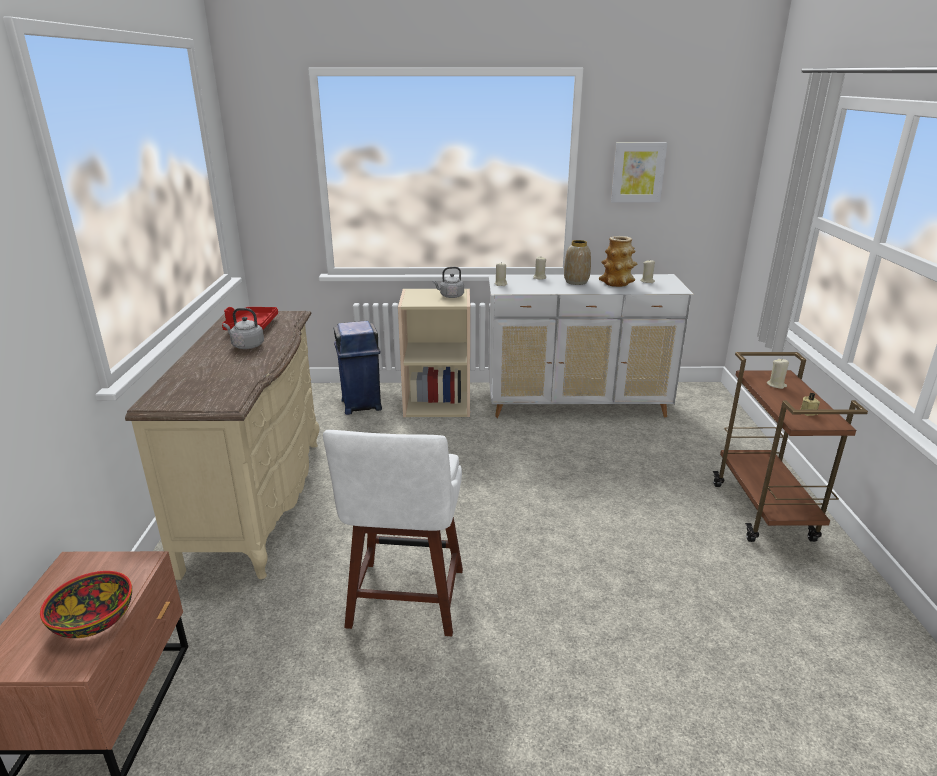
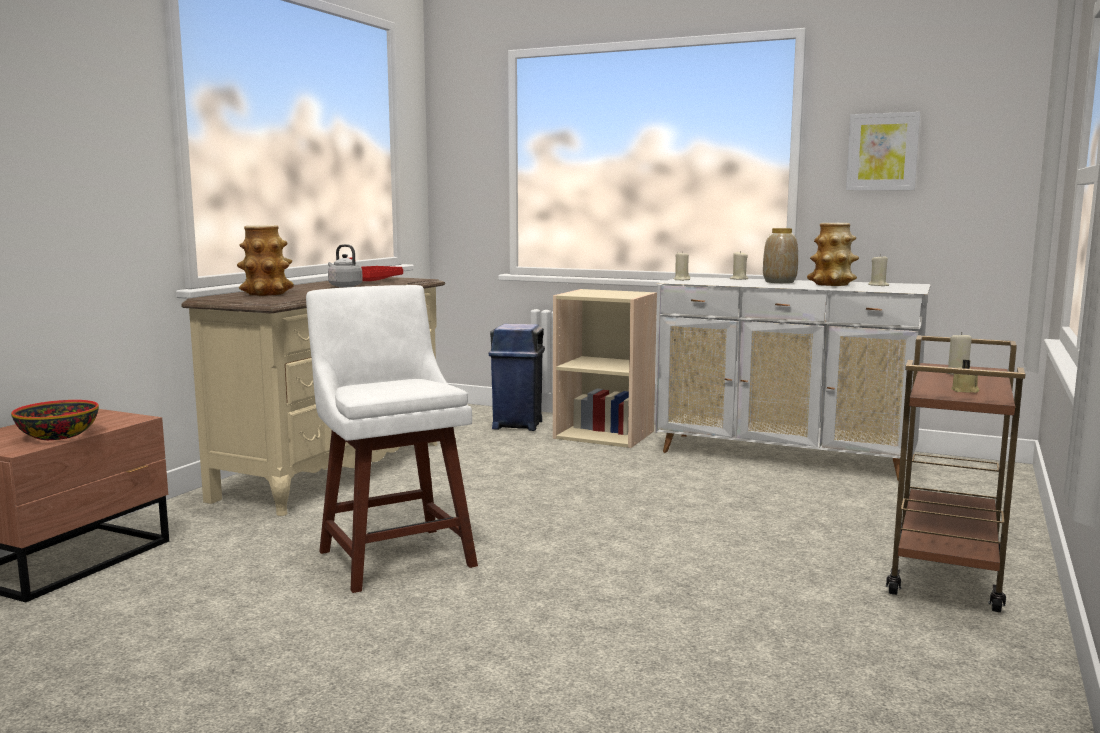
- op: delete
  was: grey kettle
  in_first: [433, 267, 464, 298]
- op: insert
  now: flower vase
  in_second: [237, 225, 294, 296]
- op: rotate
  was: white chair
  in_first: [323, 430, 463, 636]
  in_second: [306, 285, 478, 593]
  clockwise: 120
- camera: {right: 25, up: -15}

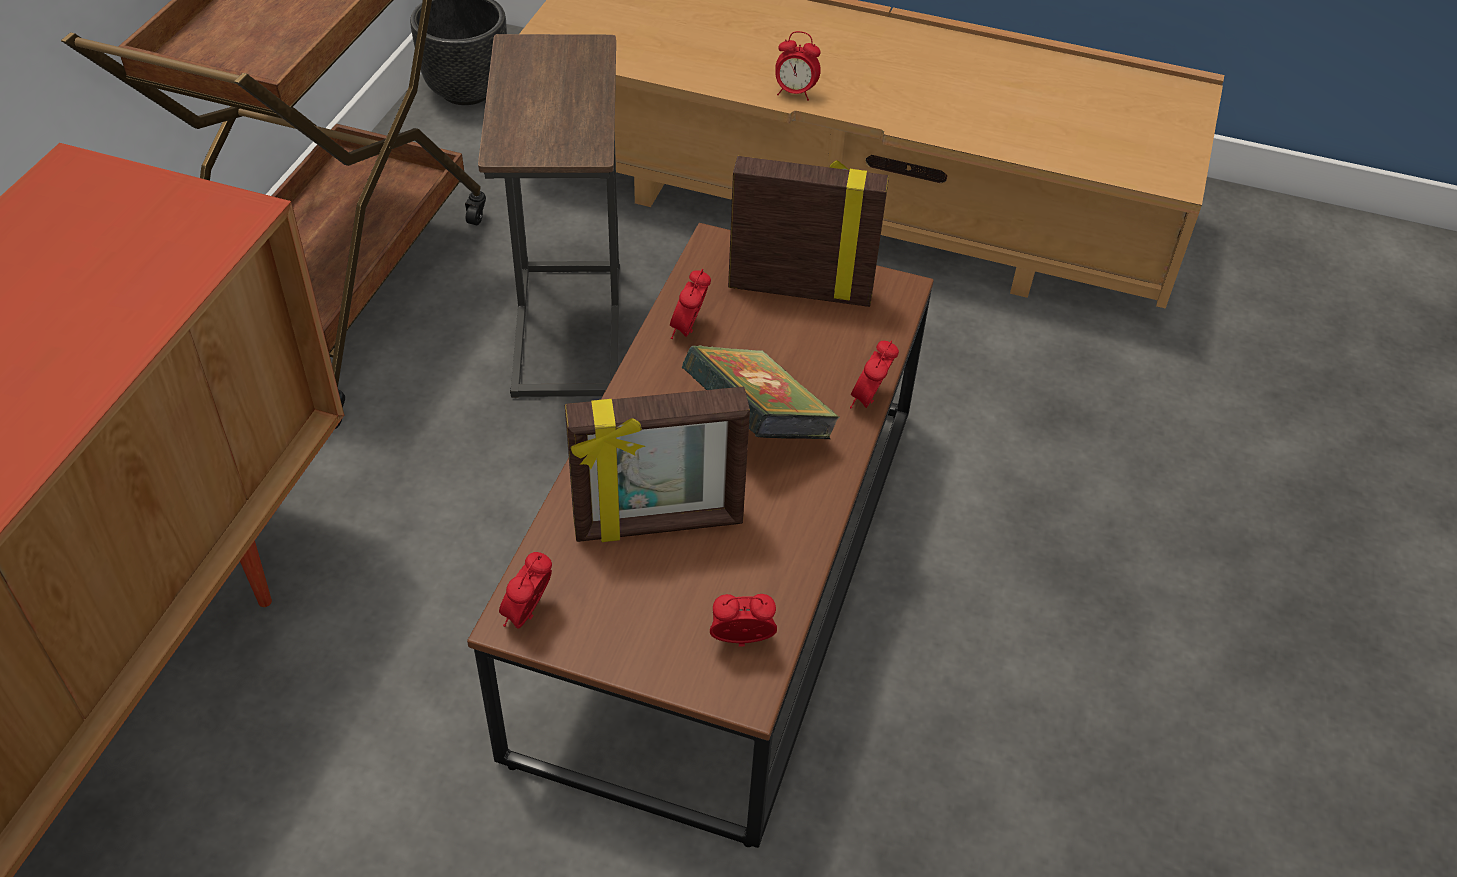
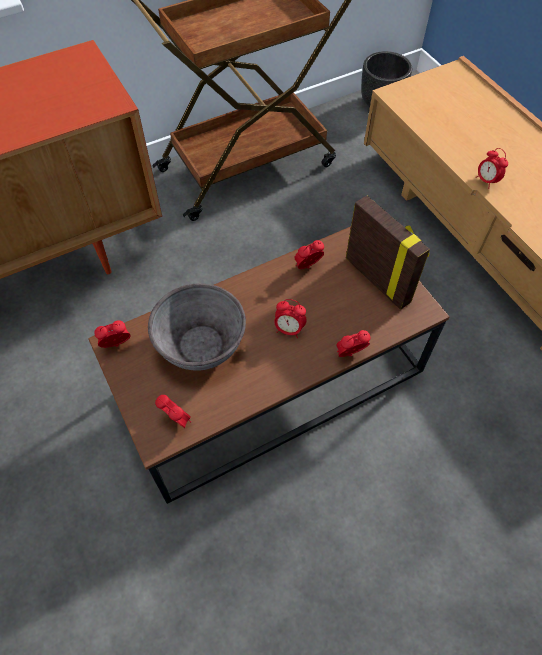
- op: delete
  was: brown-coloured accent table
  in_first: [478, 34, 620, 398]
- op: replace
  was: standing frame
  now: grey bowl
  in_first: [565, 387, 750, 542]
  in_second: [148, 283, 246, 371]
- op: replace
  was: bound book
  now: alarm clock
  in_first: [682, 345, 840, 439]
  in_second: [274, 299, 307, 338]
- camera: {right: 45, up: 10}

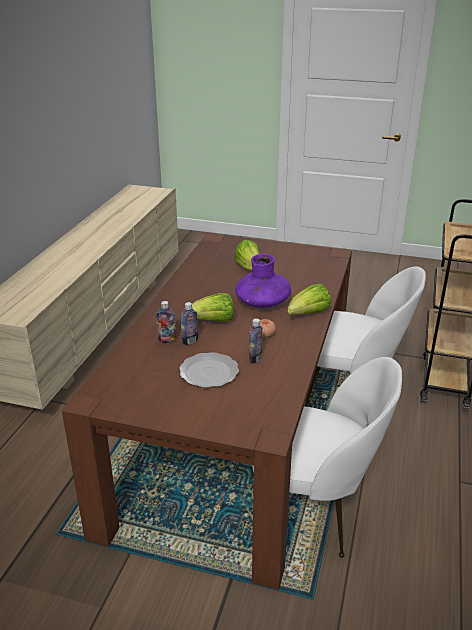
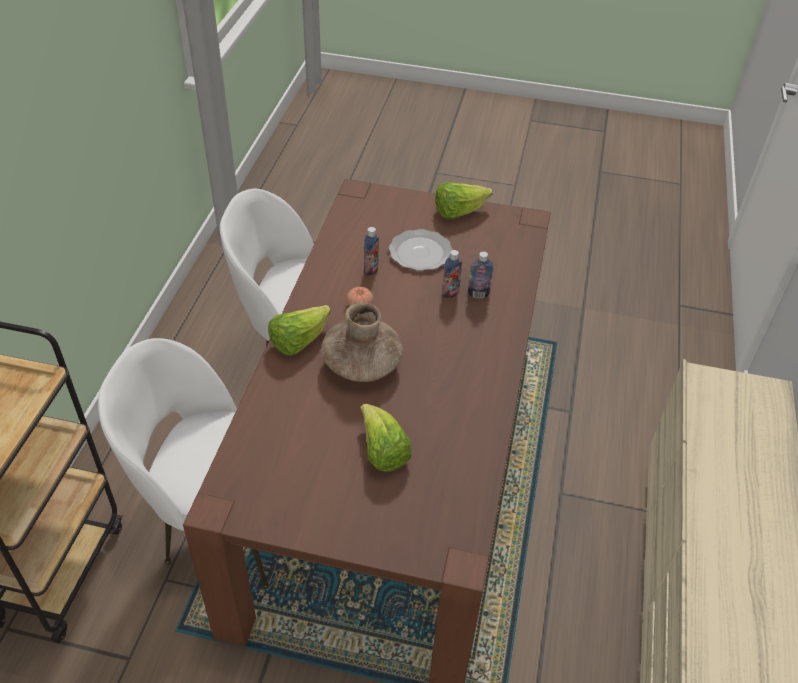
- op: move
  was: lettuce
  in_first: [192, 293, 234, 322]
  in_second: [435, 182, 493, 219]
- op: recolor
  was: purple-coloured flower vase
  now: brown-coloured flower vase
  in_first: [235, 253, 291, 308]
  in_second: [321, 303, 403, 382]
- camera: {right: 175, up: 15}

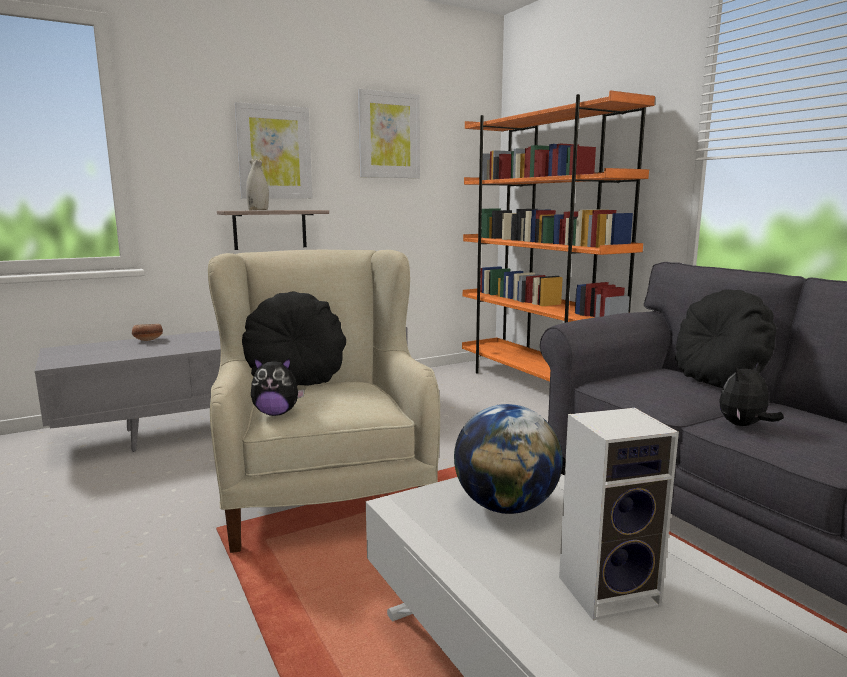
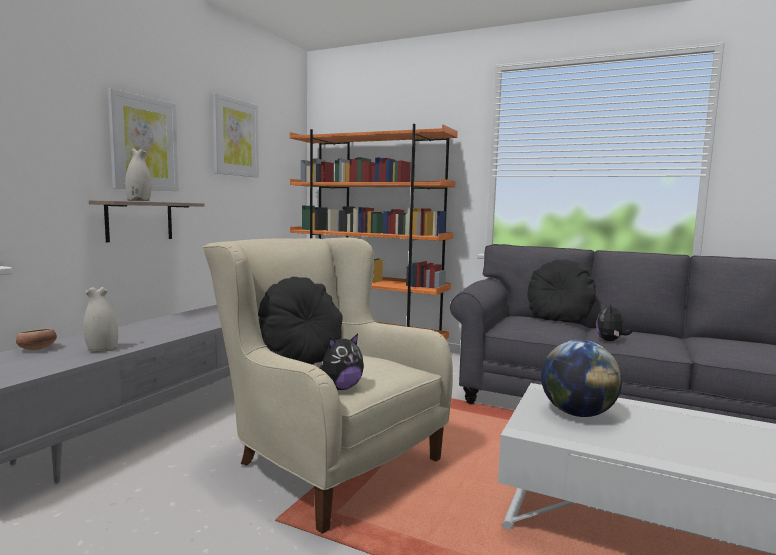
- op: delete
  was: loudspeaker
  in_first: [559, 408, 679, 620]
- op: insert
  now: white flower vase
  in_second: [83, 287, 118, 352]
- camera: {right: -35, up: -5}

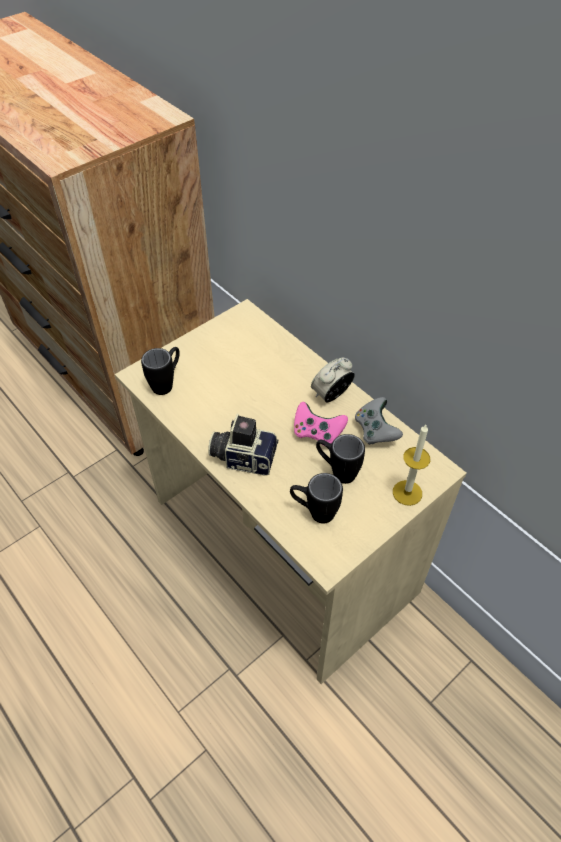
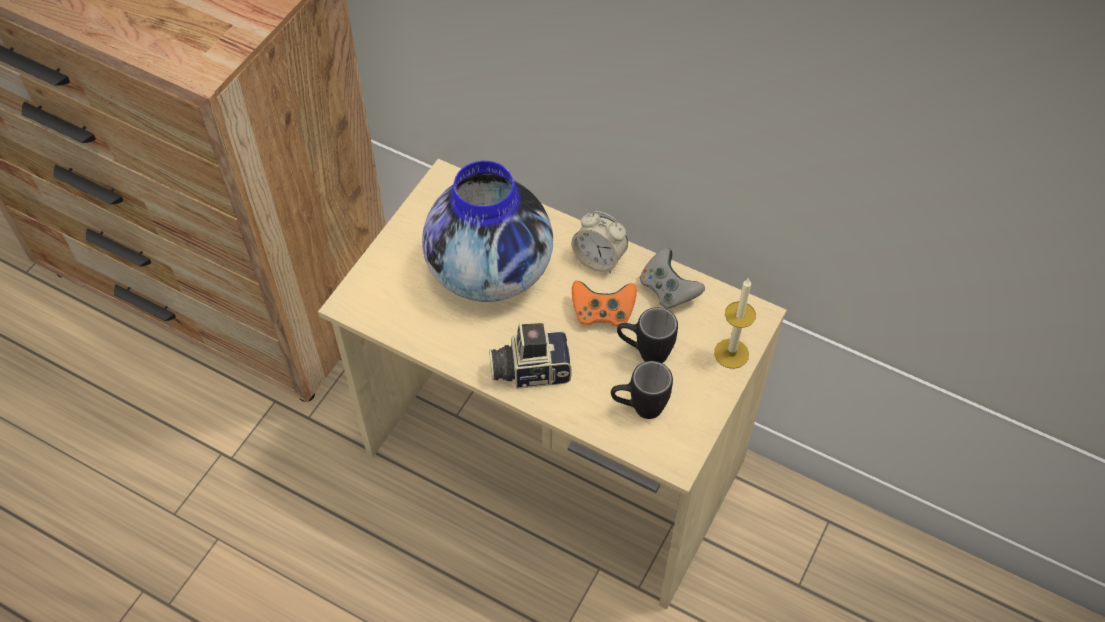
- op: delete
  was: blackish mug
  in_first: [141, 347, 180, 395]
- op: insert
  now: flower vase
  in_second: [422, 161, 553, 302]
- op: recolor
  was: pinkish gamepad
  now: orange gamepad
  in_first: [294, 402, 348, 447]
  in_second: [572, 281, 637, 327]
- op: rotate
  was: alarm clock
  in_first: [311, 357, 355, 402]
  in_second: [571, 211, 628, 273]
  clockwise: -90
- camera: {right: -20, up: 5}

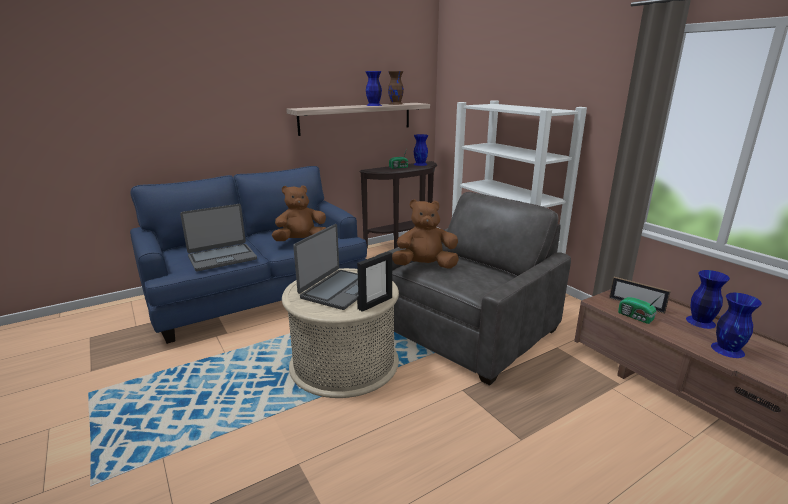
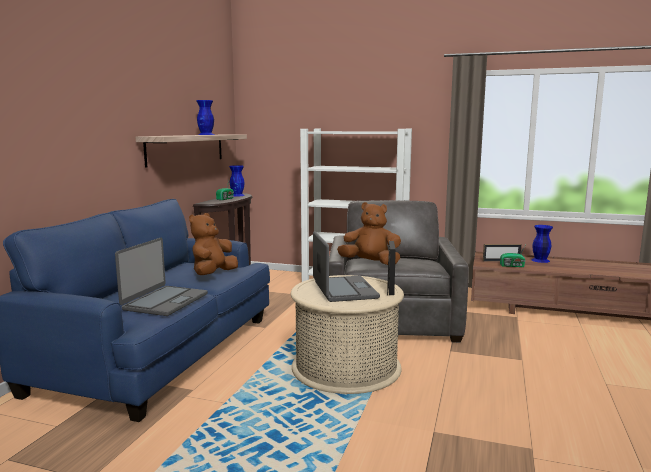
- op: delete
  was: brown-coloured flower vase
  in_first: [388, 71, 404, 105]
- op: delete
  was: blue-coloured flower vase
  in_first: [711, 293, 762, 358]
- op: rotate
  was: brown-coloured soft toy
  in_first: [392, 199, 459, 269]
  in_second: [337, 202, 401, 265]
  clockwise: 60
- camera: {right: -40, up: -10}

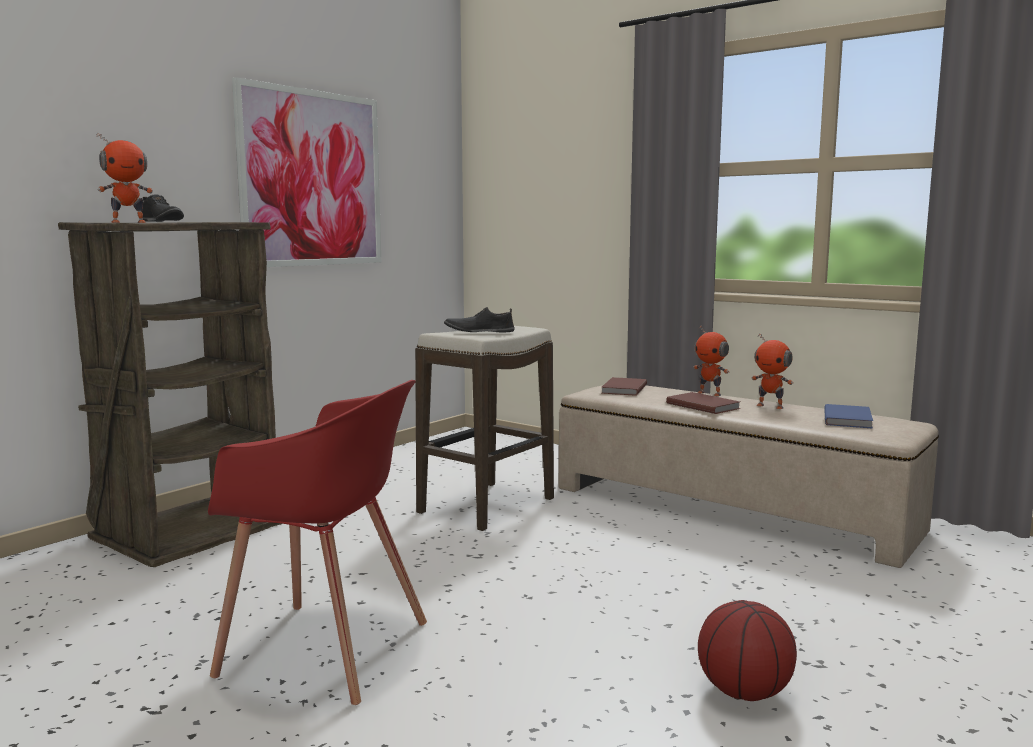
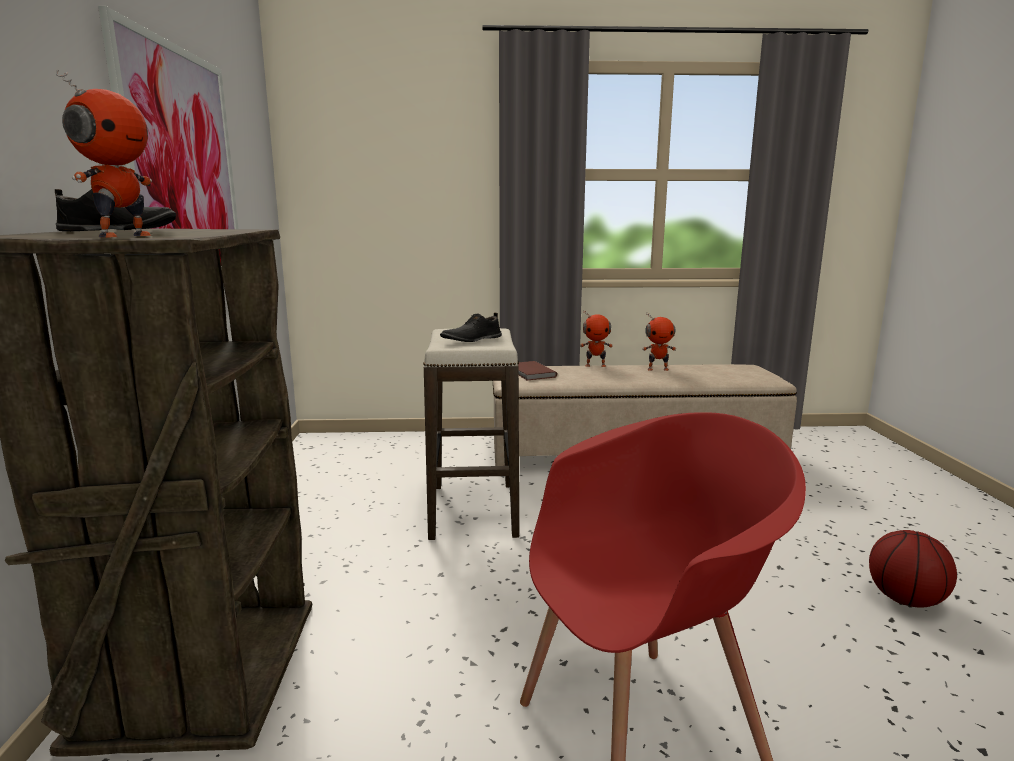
- op: delete
  was: brown-coloured bound book
  in_first: [666, 392, 740, 414]
- op: delete
  was: blue-coloured bound book
  in_first: [824, 404, 873, 429]
- camera: {right: -40, up: 5}

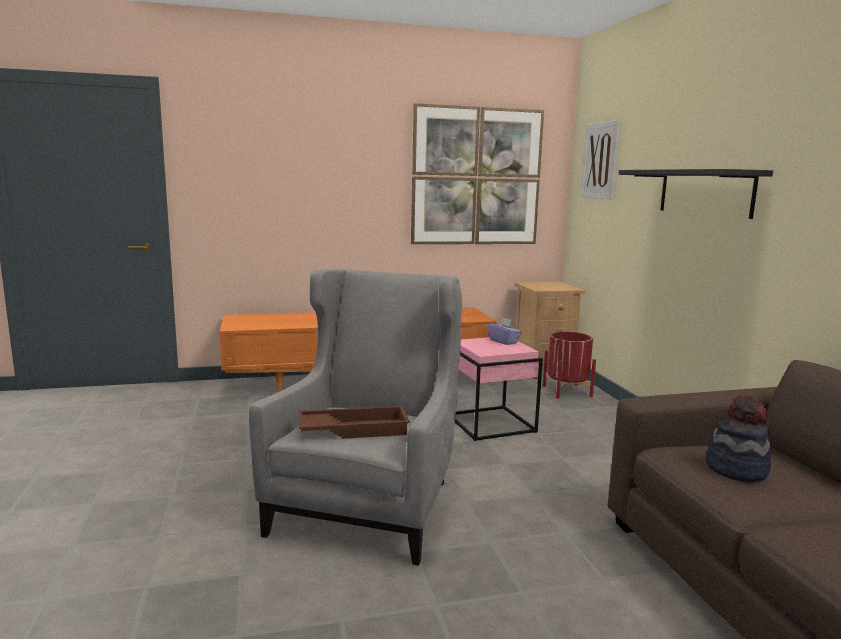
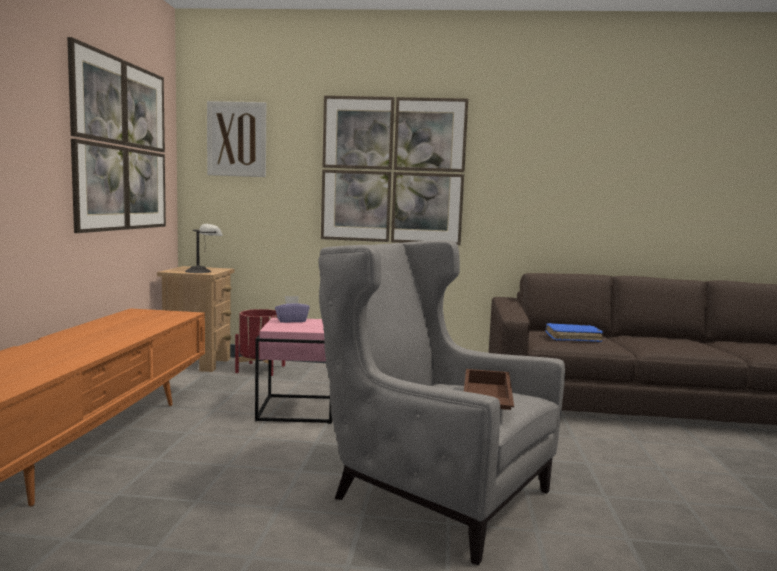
- op: insert
  now: lamp for a table
  in_second: [185, 224, 223, 273]
- op: replace
  was: blackish shelf
  now: picture
  in_first: [618, 169, 773, 219]
  in_second: [321, 96, 468, 245]
- op: replace
  was: clothing hat
  now: blue-coloured bound book
  in_first: [706, 394, 772, 482]
  in_second: [546, 323, 603, 342]
- camera: {right: -70, up: -5}

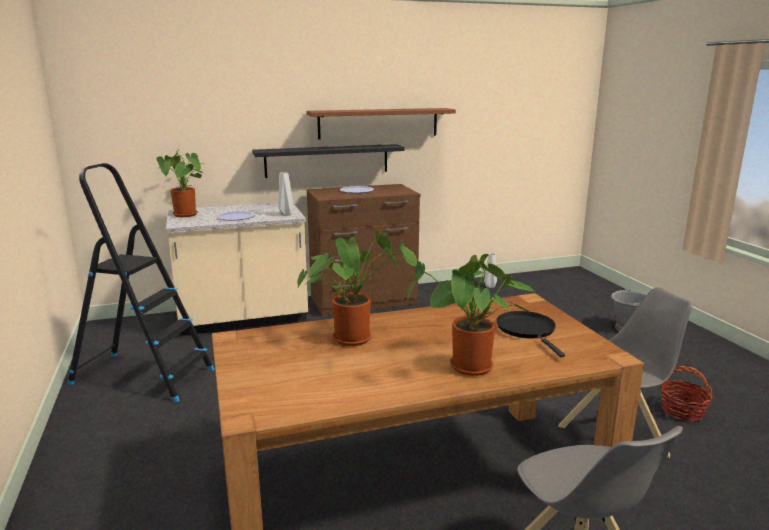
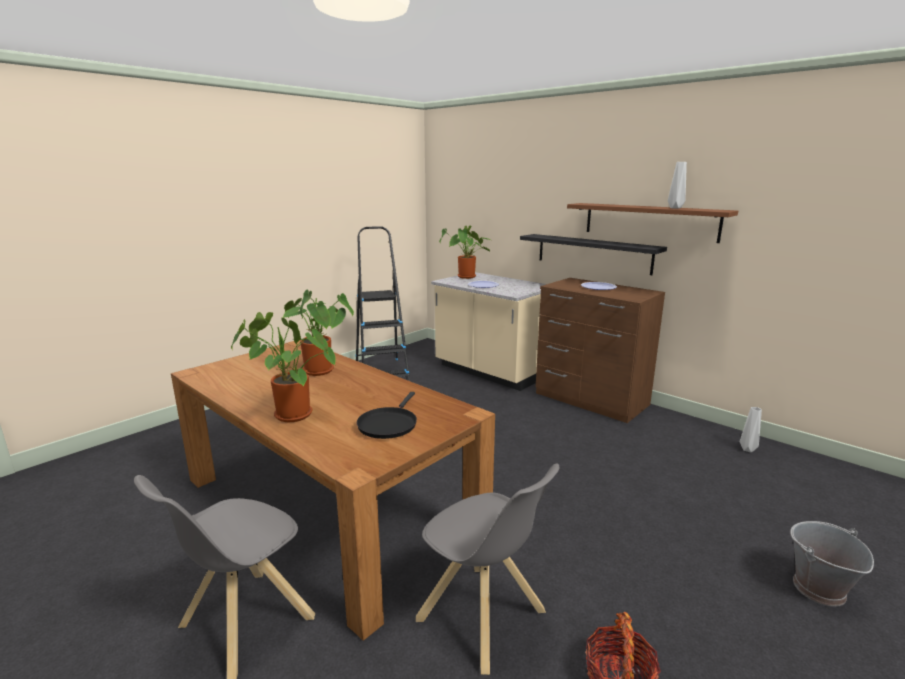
- op: move
  was: grey flower vase
  in_first: [278, 172, 294, 216]
  in_second: [668, 162, 687, 209]
- op: rotate
  was: blackish frying pan
  in_first: [496, 311, 565, 357]
  in_second: [357, 392, 417, 439]
  clockwise: 150
- camera: {right: 60, up: 0}

